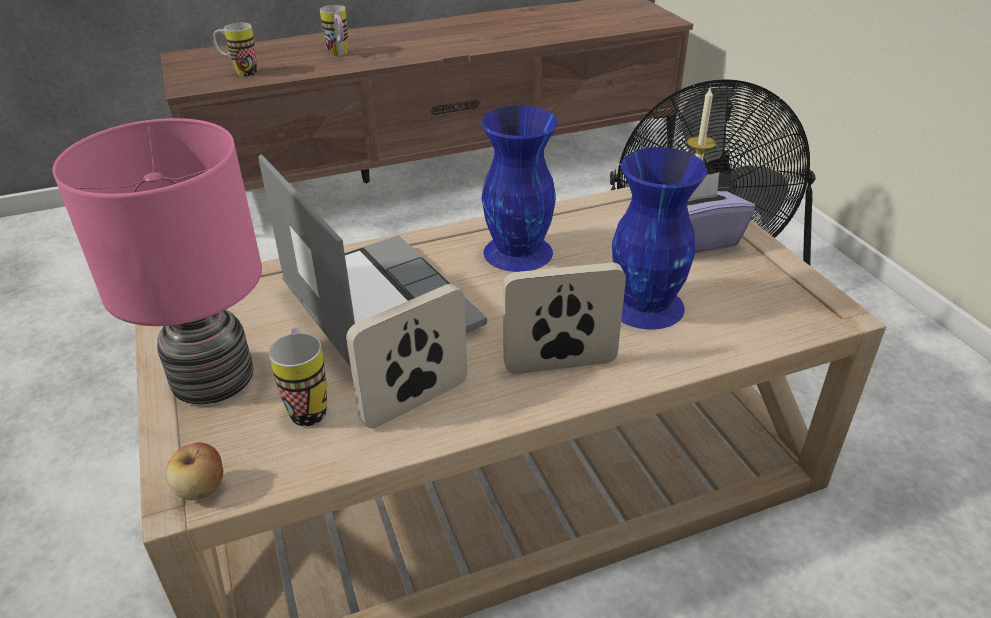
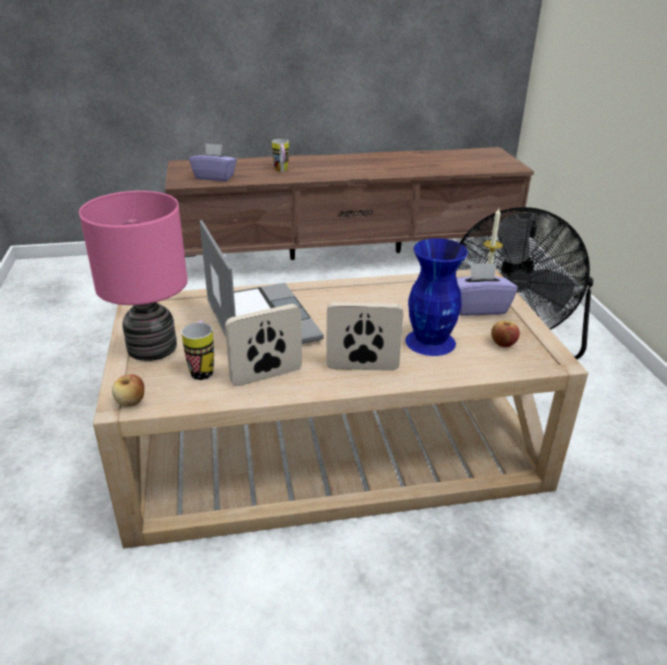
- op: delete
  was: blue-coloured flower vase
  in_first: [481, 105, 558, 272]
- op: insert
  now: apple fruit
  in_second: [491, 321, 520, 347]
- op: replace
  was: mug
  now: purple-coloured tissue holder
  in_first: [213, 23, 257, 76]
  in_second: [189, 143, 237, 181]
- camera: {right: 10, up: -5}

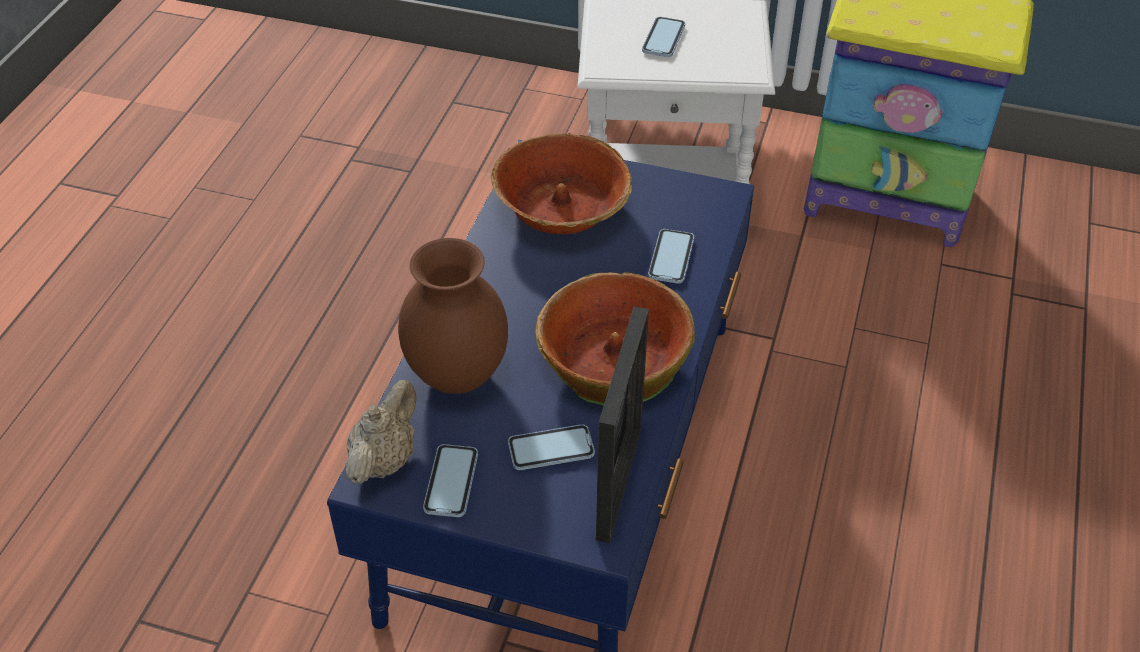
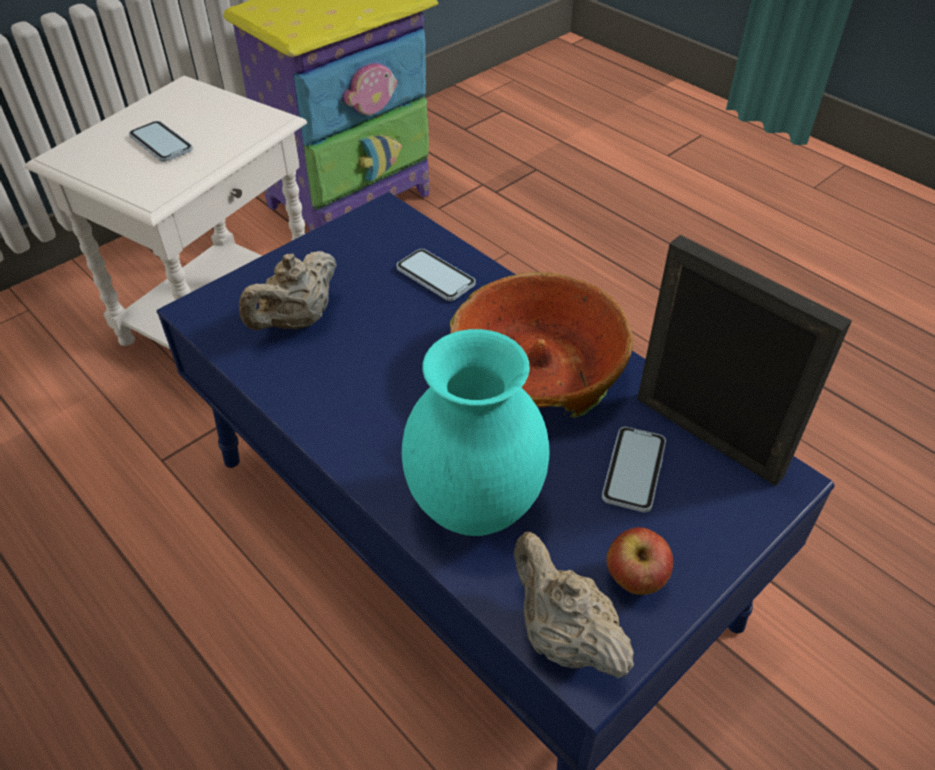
- op: replace
  was: telephone
  now: apple fruit
  in_first: [423, 444, 478, 517]
  in_second: [606, 527, 673, 595]
- op: replace
  was: bowl
  now: sand-coloured tea pot
  in_first: [491, 133, 632, 234]
  in_second: [239, 251, 337, 330]
- op: recolor
  was: brown-coloured flower vase
  now: turquoise-coloured flower vase
  in_first: [398, 238, 508, 394]
  in_second: [402, 329, 549, 536]
- camera: {right: -60, up: 0}

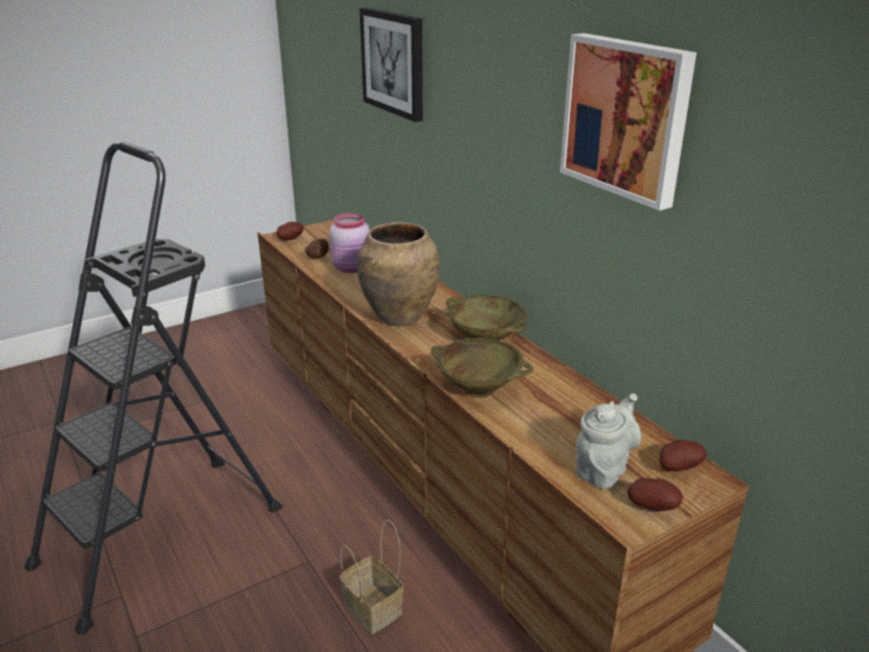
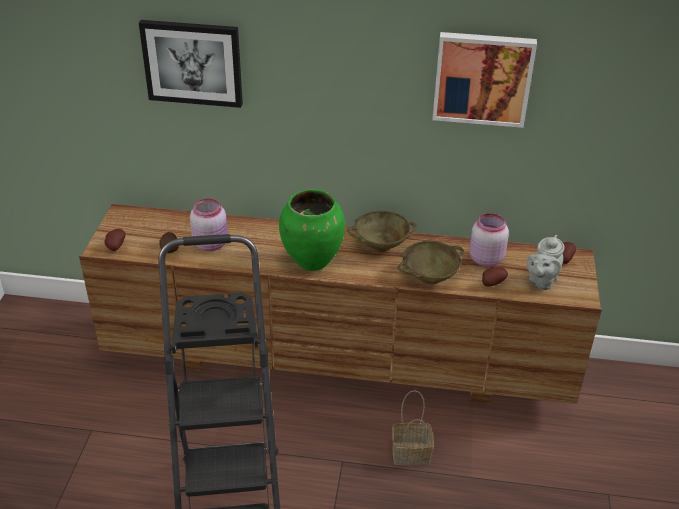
- op: insert
  now: pinkish storage jar
  in_second: [469, 213, 509, 267]
- op: move
  was: whole potato
  in_first: [627, 478, 683, 511]
  in_second: [482, 267, 508, 287]
- op: recolor
  was: brown-coloured flower vase
  now: green flower vase
  in_first: [357, 222, 440, 326]
  in_second: [279, 189, 345, 271]
- op: rotate
  was: grey tea pot
  in_first: [576, 394, 641, 489]
  in_second: [526, 235, 565, 290]
  clockwise: -135
- camera: {right: -50, up: 10}

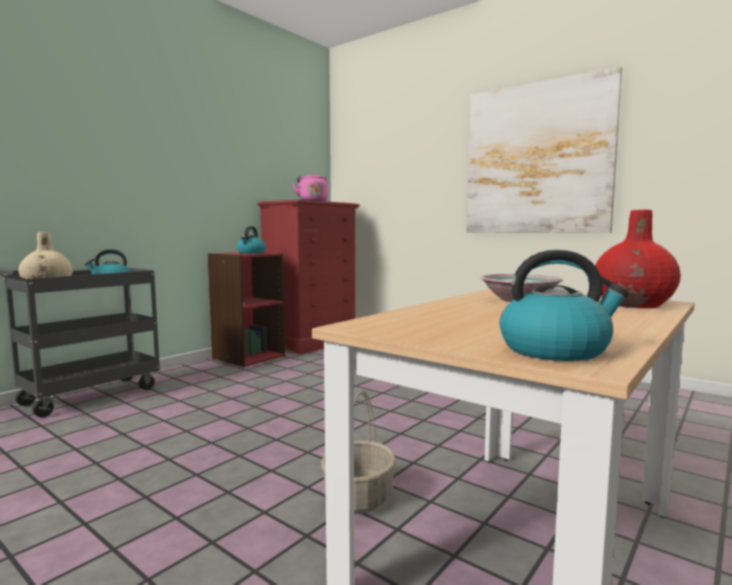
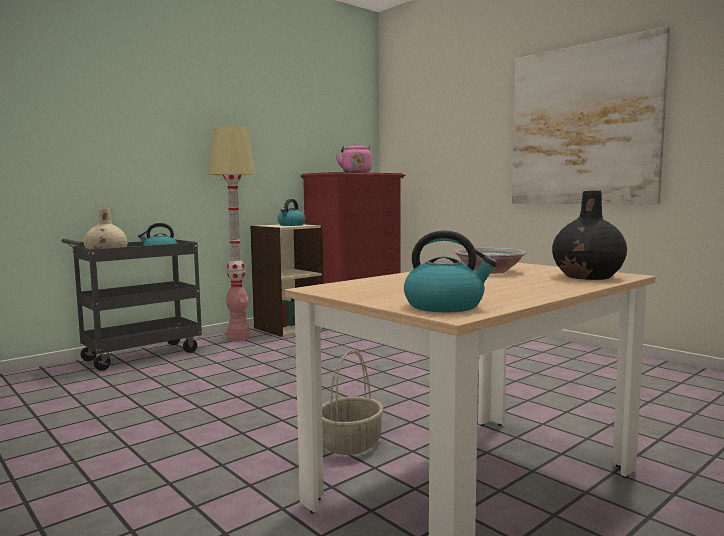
- op: insert
  now: standing lamp
  in_second: [208, 125, 256, 341]
- op: recolor
  was: reddish bookcase
  now: sand-coloured bookcase
  in_first: [208, 252, 285, 367]
  in_second: [250, 224, 323, 337]
- op: recolor
  was: reddish flower vase
  now: blackish flower vase
  in_first: [595, 210, 681, 308]
  in_second: [552, 190, 627, 280]
- camera: {right: 10, up: 0}

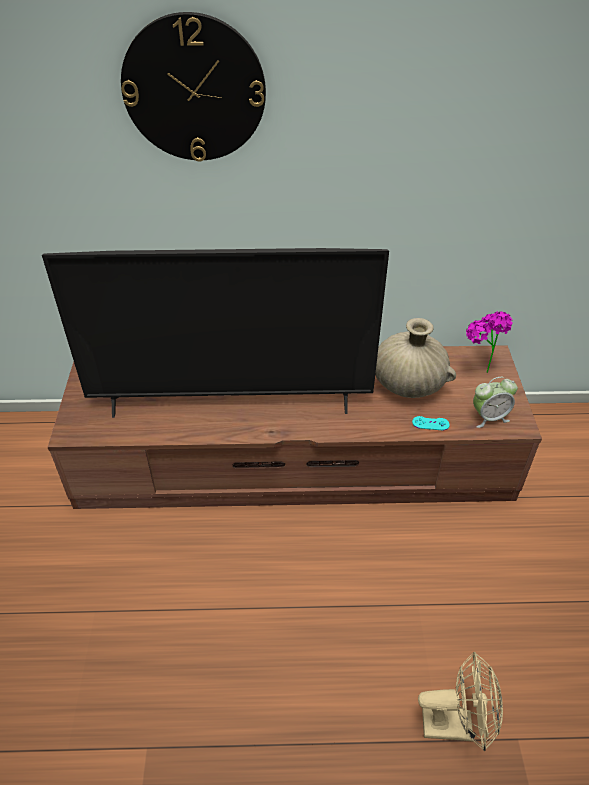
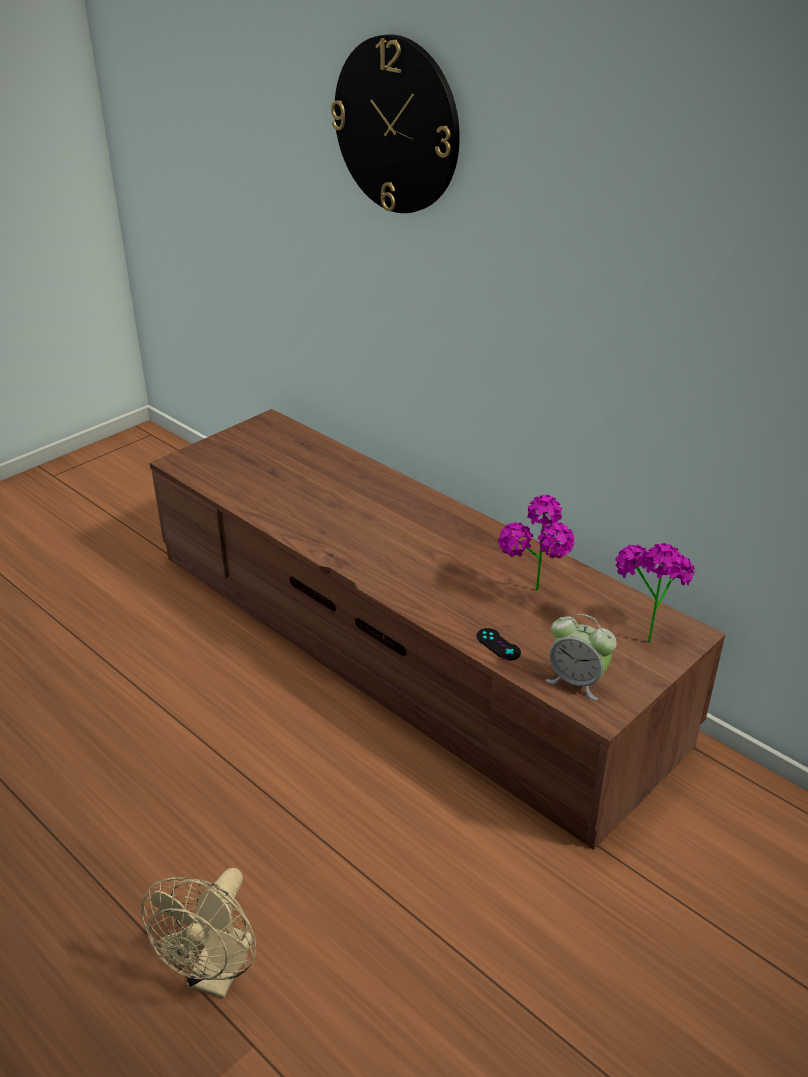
- op: delete
  was: TV
  in_first: [42, 248, 389, 418]
- op: replace
  was: sand-coloured flower vase
  now: plant in a pot
  in_first: [375, 318, 456, 398]
  in_second: [498, 495, 575, 590]
- op: recolor
  was: turquoise-coloured gamepad
  now: blackish gamepad
  in_first: [412, 416, 450, 430]
  in_second: [476, 628, 521, 661]
- op: rotate
  was: sand-coloured fan
  in_first: [418, 652, 503, 751]
  in_second: [141, 868, 256, 999]
  clockwise: 60
- camera: {right: 45, up: -10}

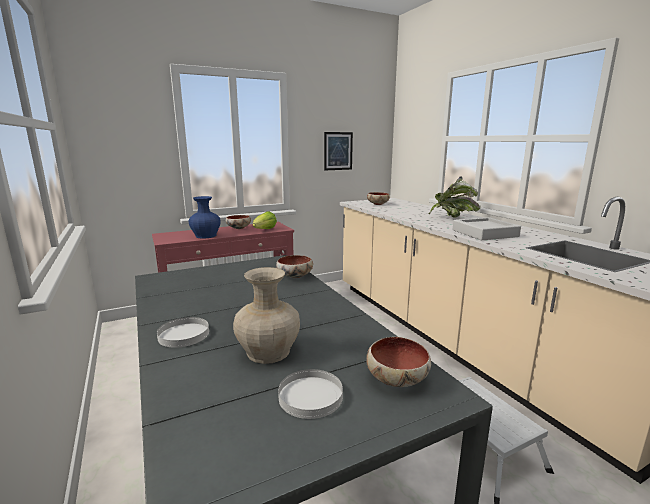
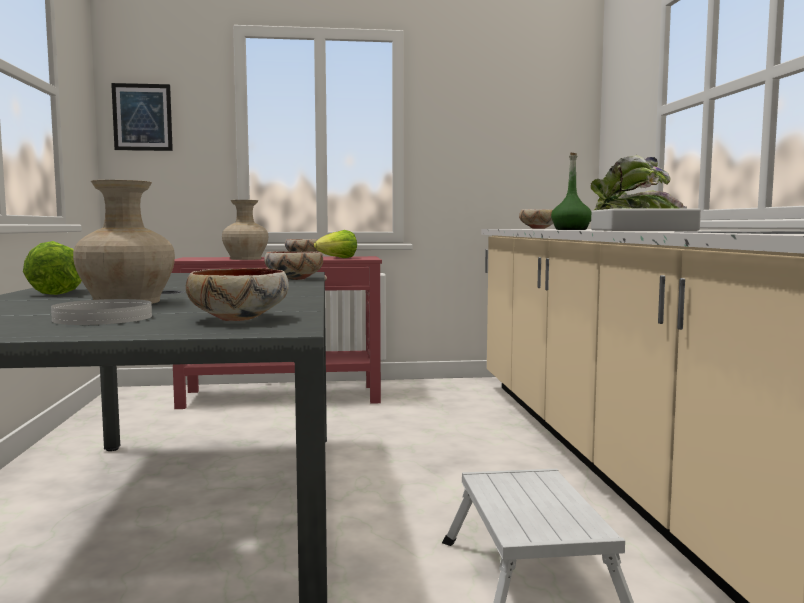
- op: insert
  now: green drink bottle
  in_second: [551, 152, 591, 230]
- op: move
  was: picture
  in_first: [324, 132, 353, 170]
  in_second: [111, 83, 173, 151]
- op: replace
  was: white plate
  now: lettuce
  in_first: [157, 317, 209, 348]
  in_second: [23, 241, 82, 295]
- op: recolor
  was: blue-coloured flower vase
  now: sand-coloured flower vase
  in_first: [189, 196, 221, 239]
  in_second: [222, 200, 268, 260]
- camera: {right: 20, up: -10}

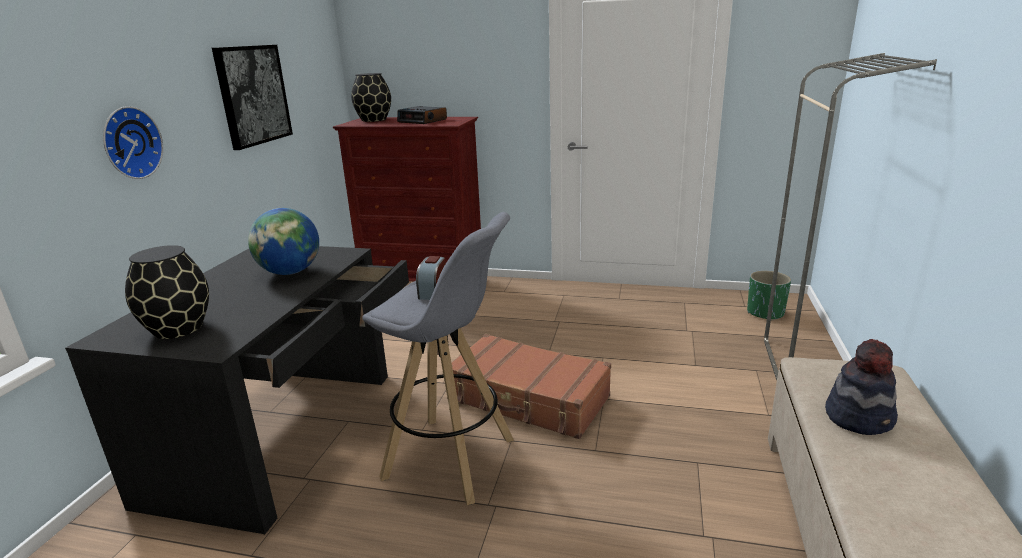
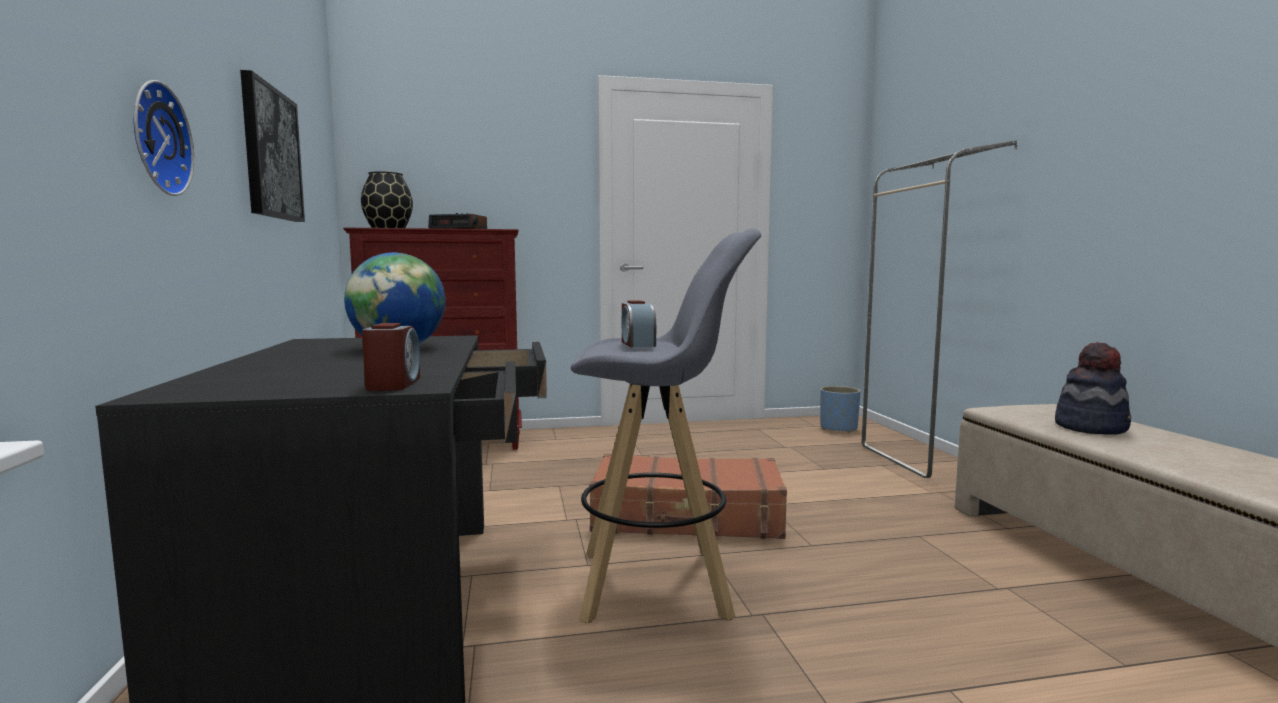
- op: delete
  was: blackish flower vase
  in_first: [125, 245, 209, 339]
- op: insert
  now: alarm clock
  in_second: [362, 323, 420, 391]
- op: recolor
  was: green planter
  now: blue-coloured planter
  in_first: [747, 271, 791, 321]
  in_second: [820, 386, 861, 433]
- camera: {right: -25, up: -15}

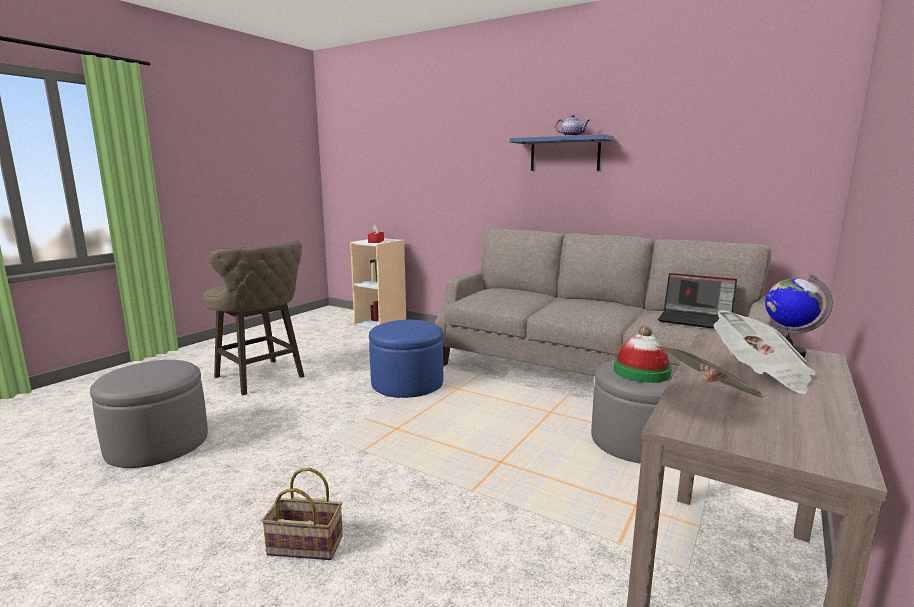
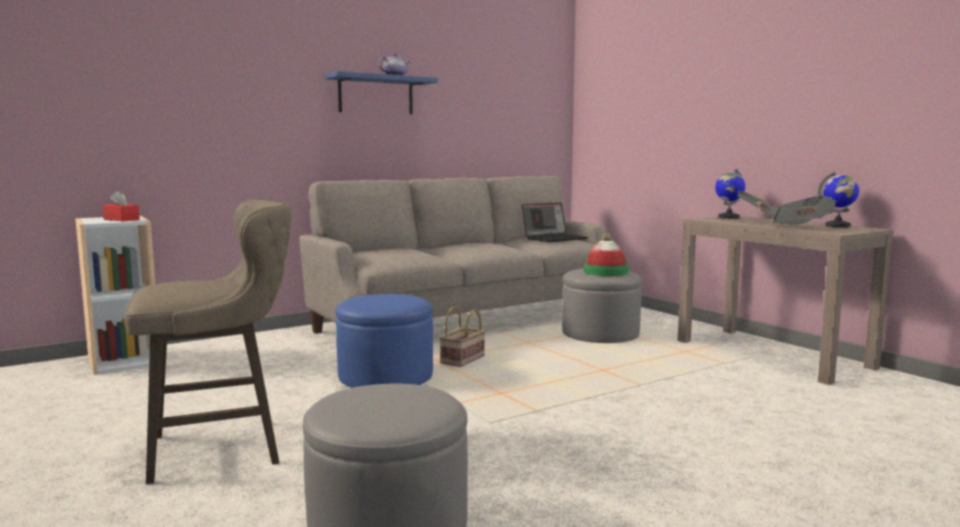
- op: insert
  now: world globe
  in_second: [817, 171, 859, 228]
- op: move
  was: household basket
  in_first: [262, 468, 343, 560]
  in_second: [439, 307, 485, 367]
- camera: {right: -65, up: -5}

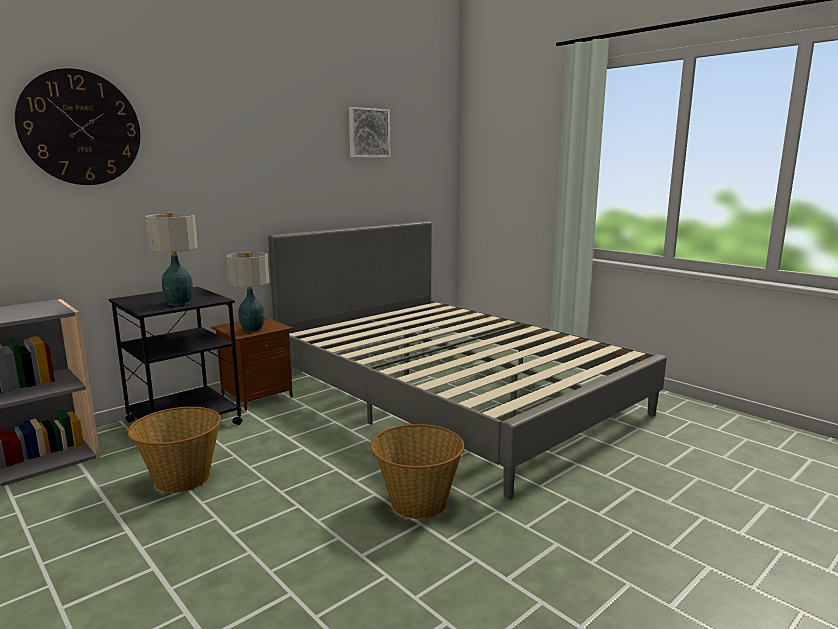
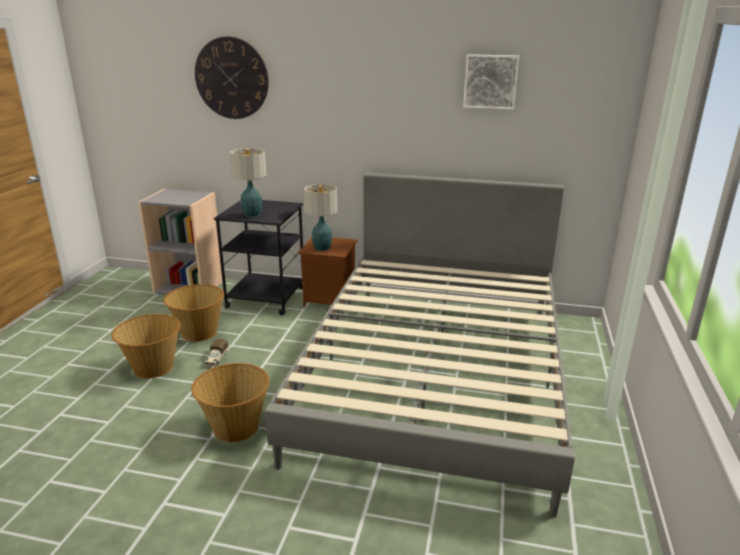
- op: insert
  now: household basket
  in_second: [111, 314, 180, 379]
- op: insert
  now: model truck
  in_second: [205, 339, 228, 366]
- camera: {right: 55, up: 10}

